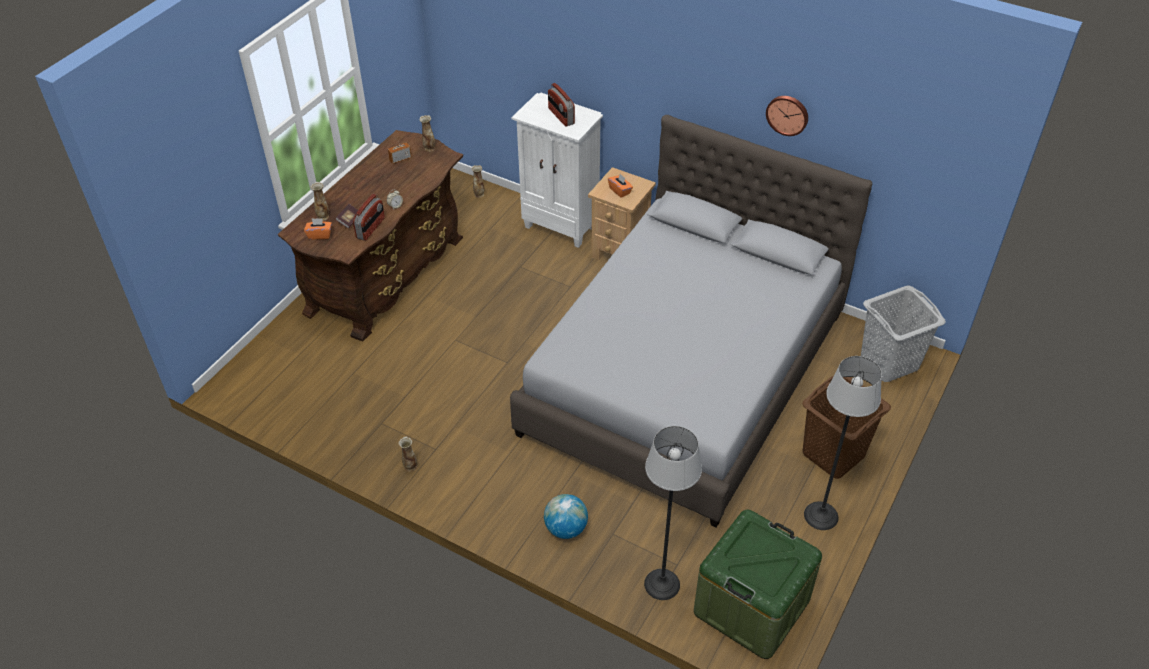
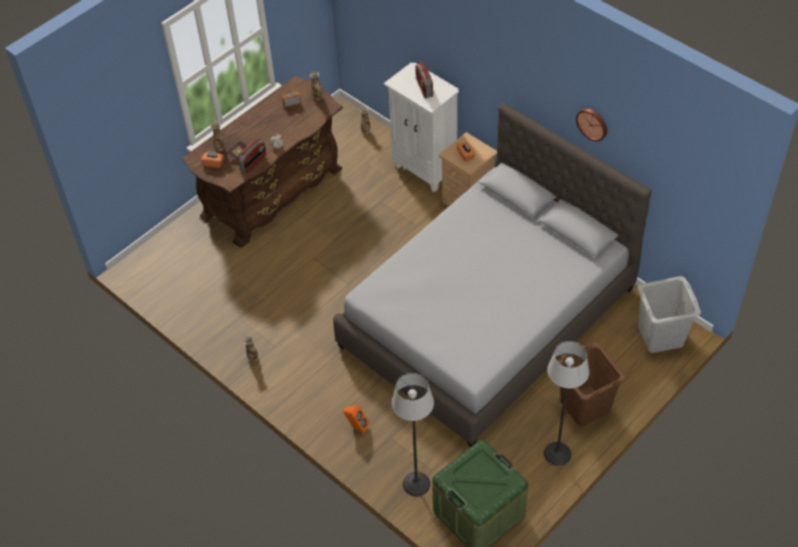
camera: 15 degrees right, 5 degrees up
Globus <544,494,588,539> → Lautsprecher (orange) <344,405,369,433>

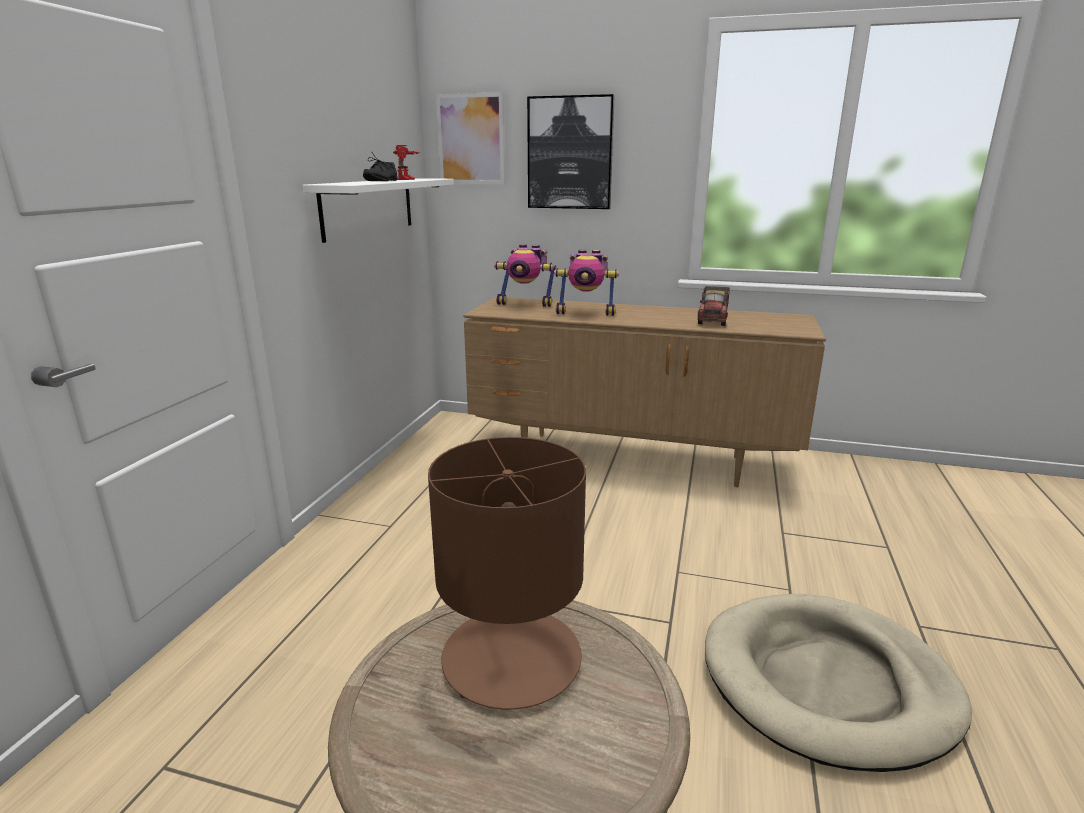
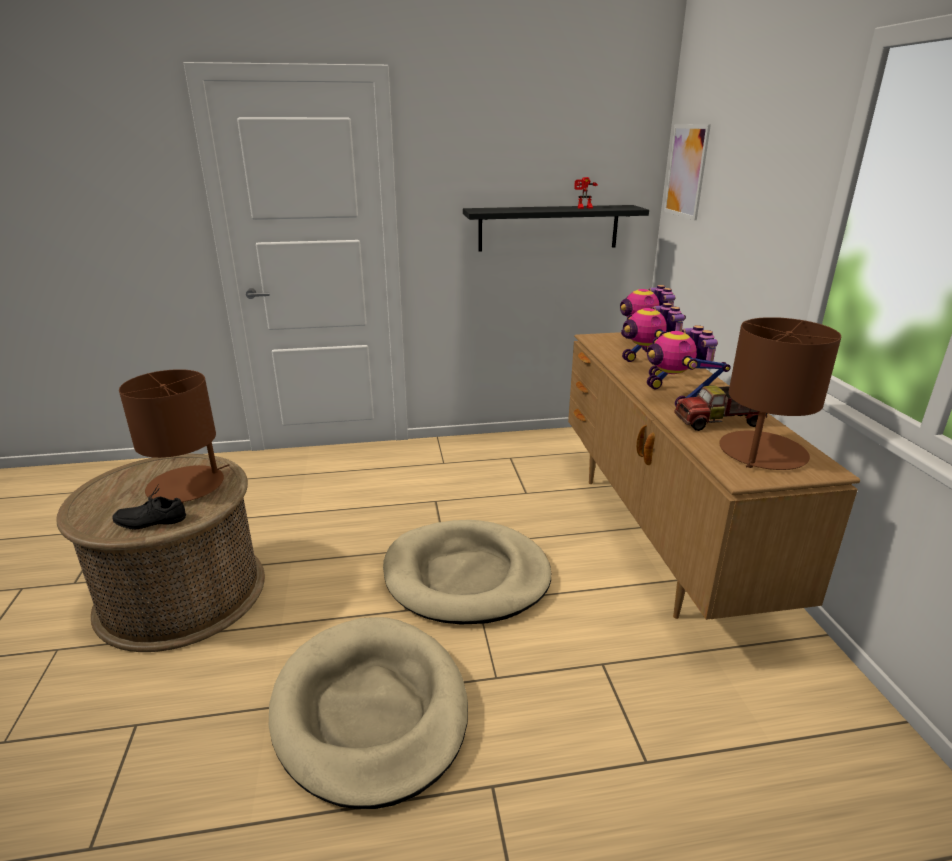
camera: 65 degrees right, 5 degrees up
Bild <527,94,615,209> → -
- → Hundebett (beige) <383,520,551,624>
- → Spielzeugroboter <647,325,731,406>
- → Tischlampe (braun) <719,317,841,470>
Schuh (schwarz) <363,154,398,181> → Schuh (schwarz) <112,484,186,530>, shifted
Wandregal (weiß) <302,178,454,243> → Wandregal (schwarz) <463,205,649,251>

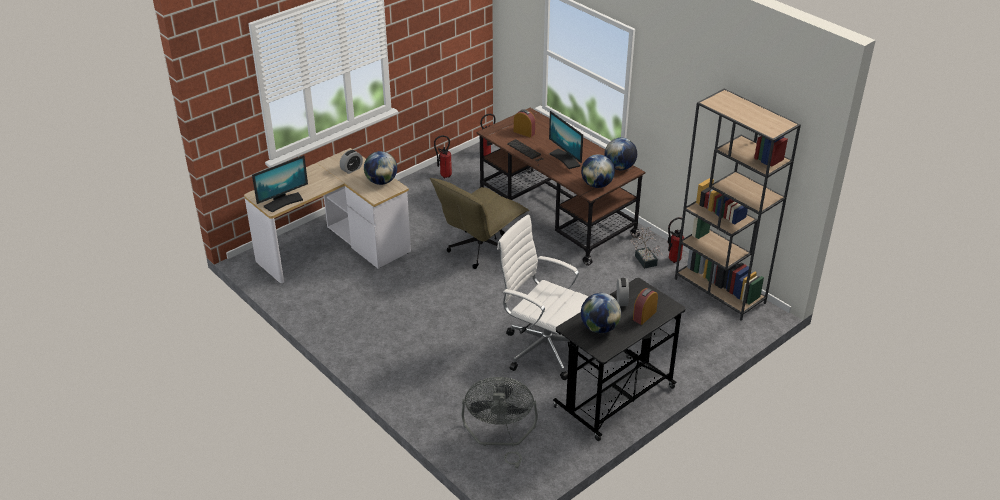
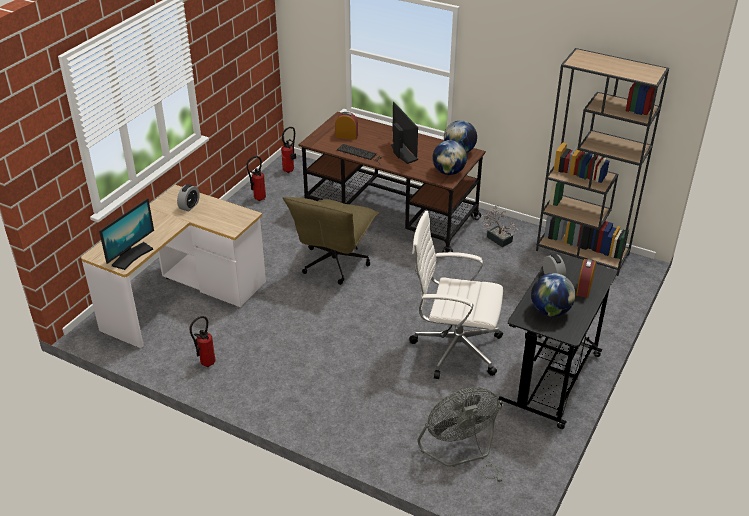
camera: 20 degrees left, 0 degrees up
Globus <364,151,397,185> → -
Feuerlöscher <668,217,684,263> → Feuerlöscher <190,316,216,367>, shifted
Monitor <549,111,583,169> → Monitor <391,102,418,164>, 150 degrees counterclockwise

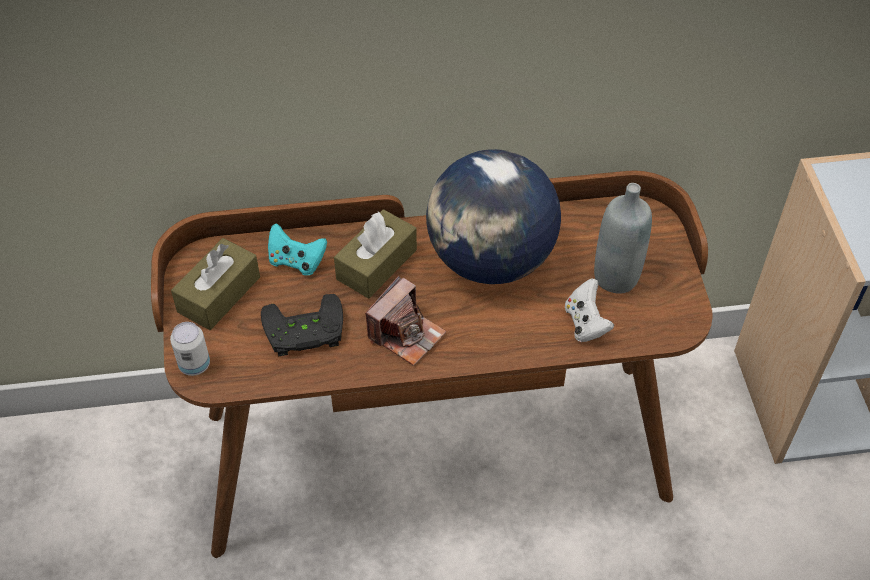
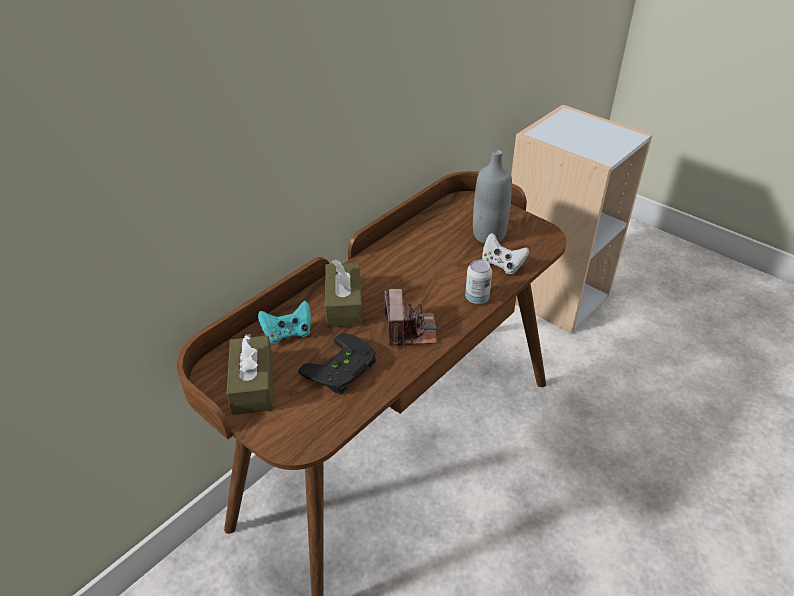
camera: 40 degrees left, 10 degrees down
Globus <426,149,561,284> → -
Dose <170,322,210,376> → Dose <465,260,492,304>, shifted

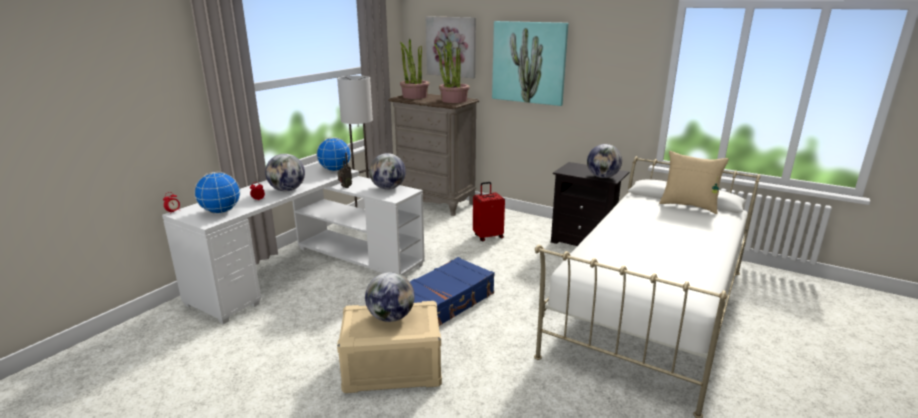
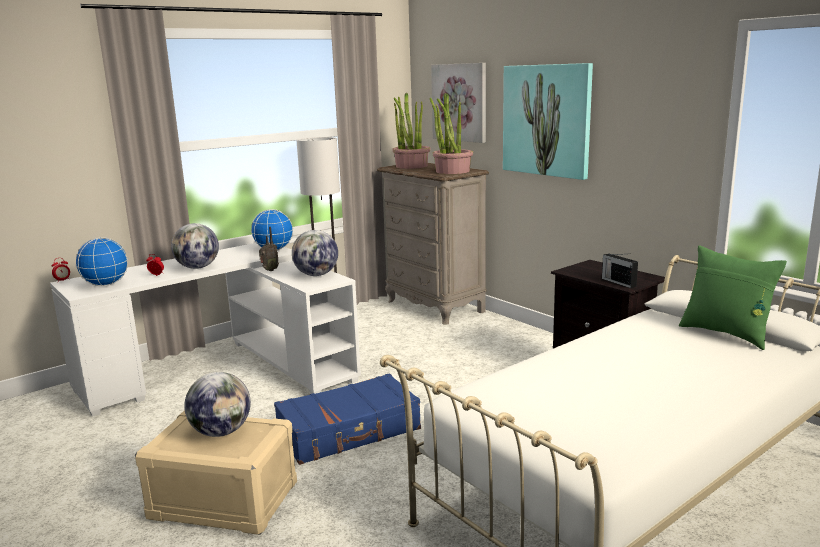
camera: 20 degrees right, 5 degrees down
Koffer (rot) <473,182,505,241> → -
Globus <587,144,622,178> → Radio <602,253,638,288>
Kissen (beige) <659,151,729,214> → Kissen (grün) <679,245,787,350>

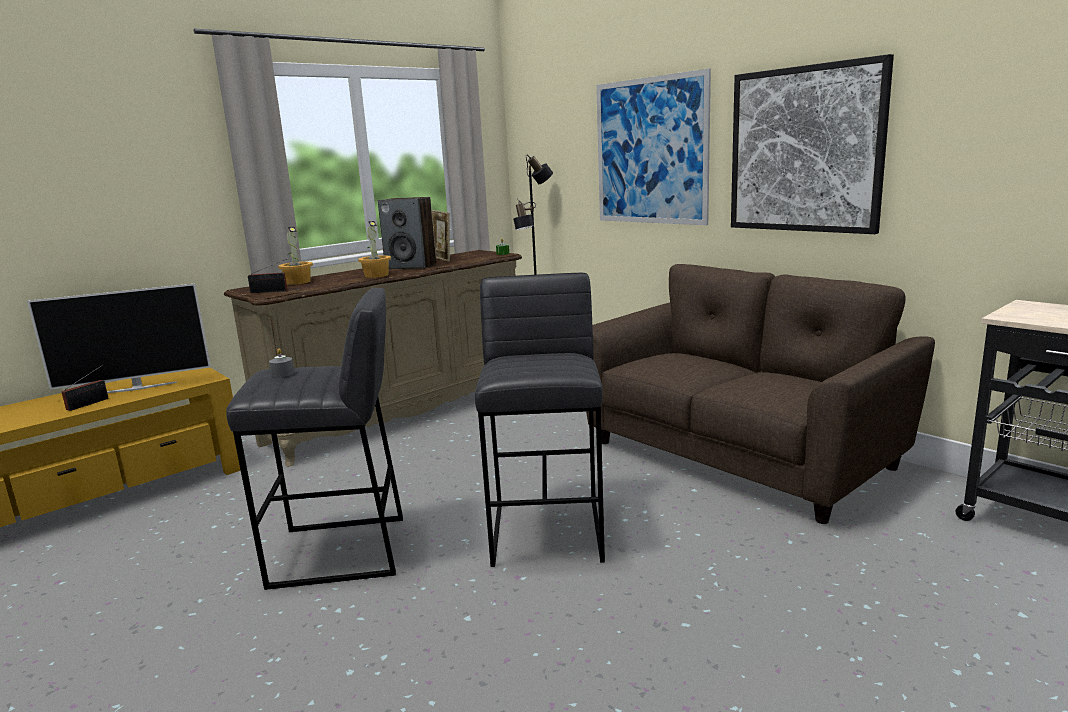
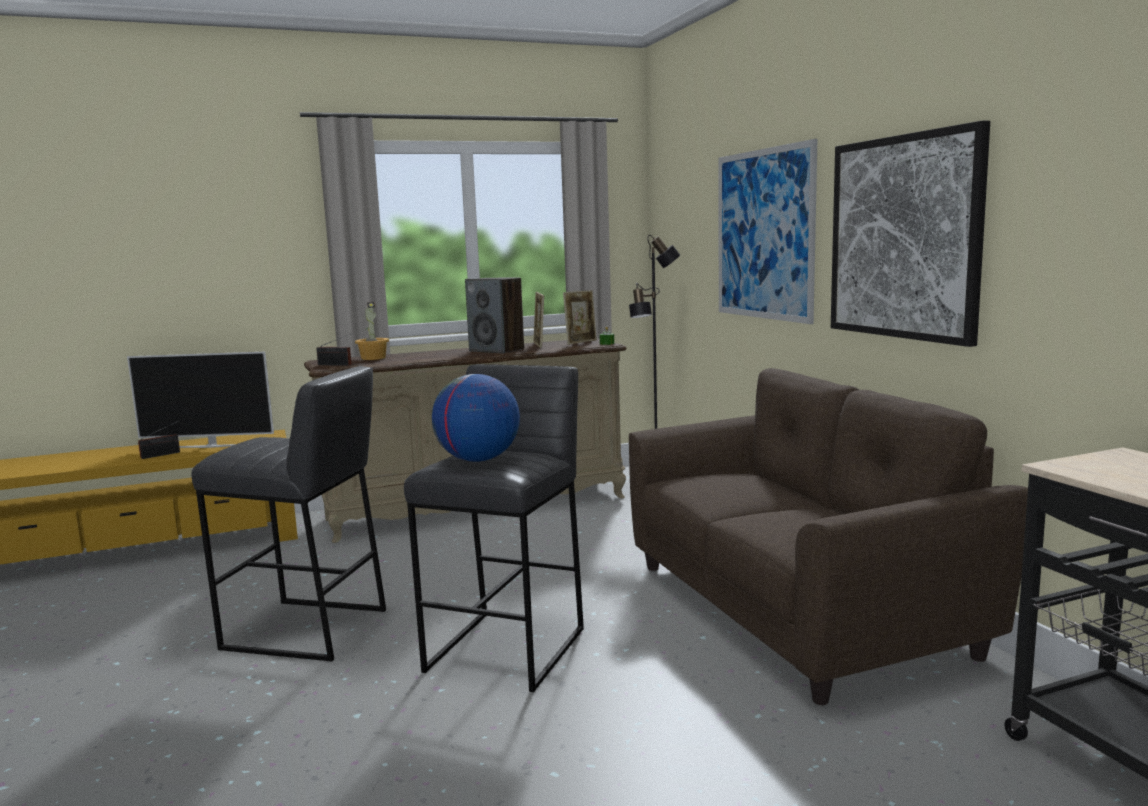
camera: 20 degrees right, 5 degrees down
Kerze (grau) <269,349,294,377> → -
Topfpflanze <358,221,391,278> → -
- → Globus <432,374,520,462>
- → Bilderrahmen <563,290,597,345>

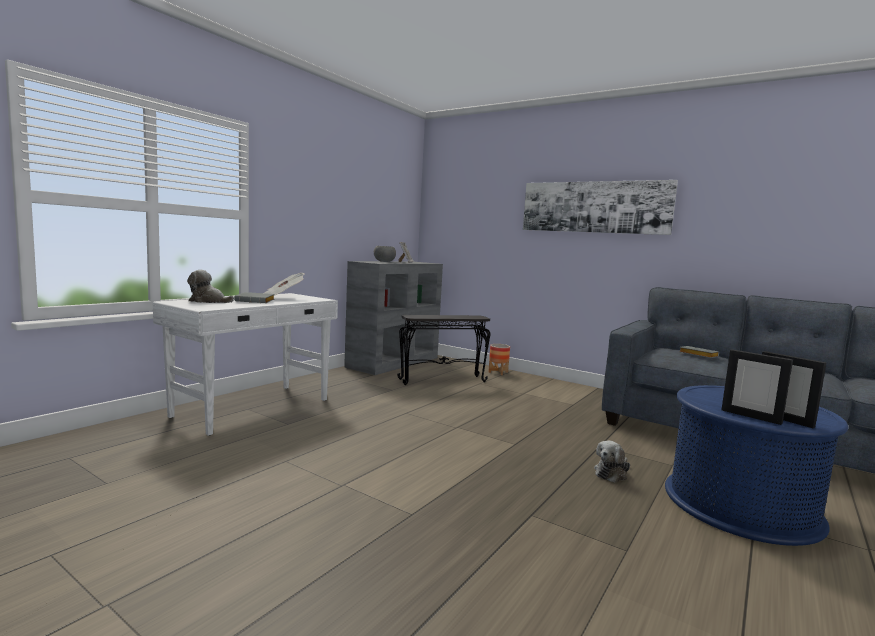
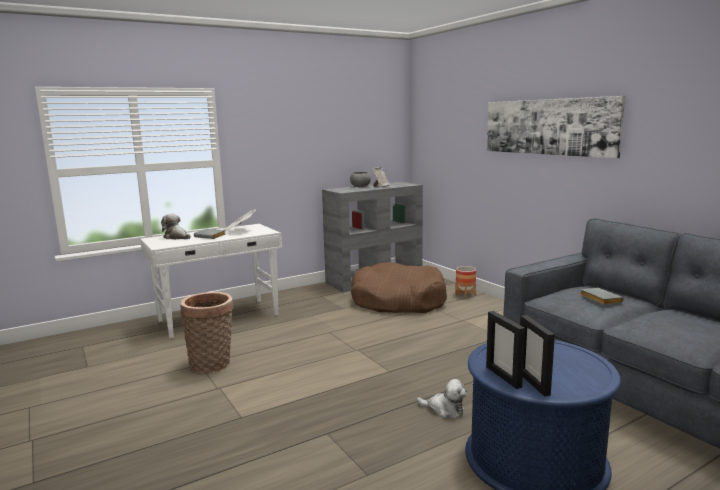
camera: 25 degrees right, 5 degrees up
- → Korb <180,292,233,374>
Beistelltisch (schwarz) <397,315,490,385> → Hundebett (braun) <351,262,447,313>
Plüschtier <594,441,630,483> → Plüschtier <417,379,467,419>, 135 degrees counterclockwise

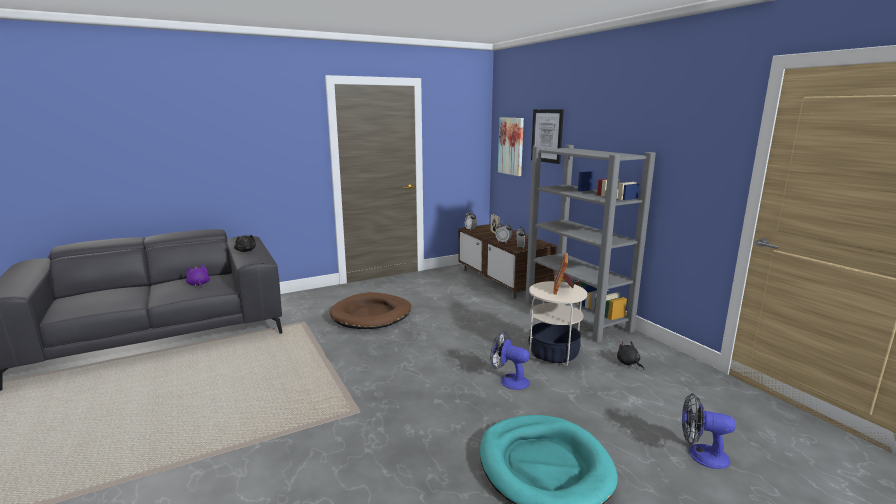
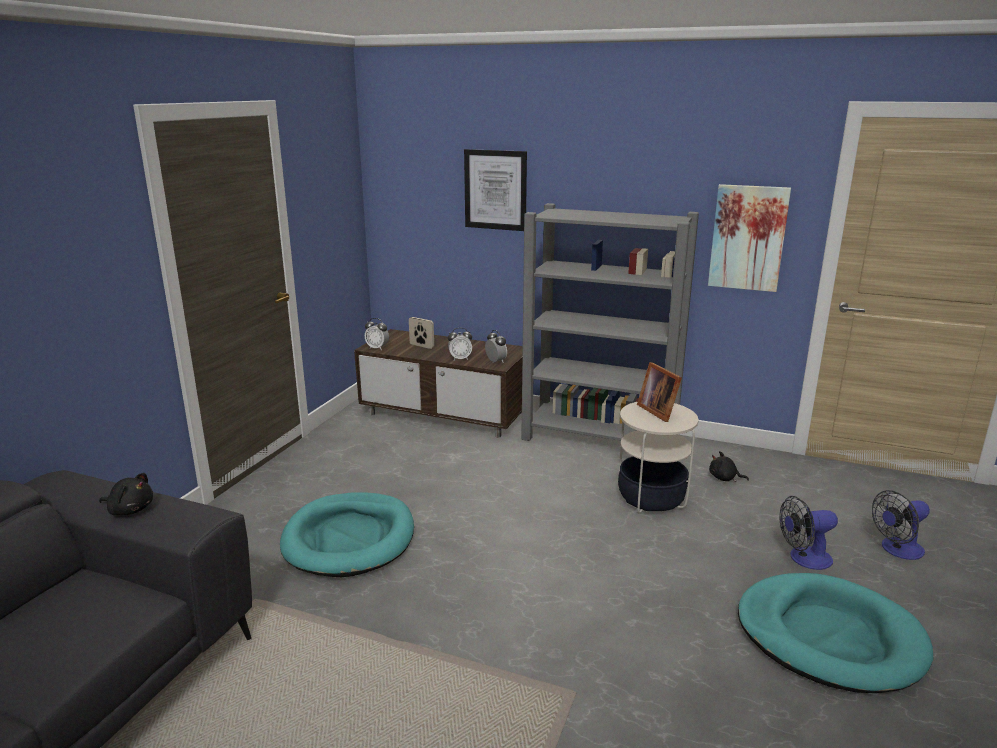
camera: 40 degrees left, 5 degrees up
Plüschtier (lila) <186,265,210,288> → -
Ventilator <490,331,530,390> → Ventilator <779,496,838,570>, shifted
Bild <498,117,524,176> → Bild <708,184,791,292>, shifted
Hundebett (braun) <329,292,411,329> → Hundebett (türkis) <280,492,414,577>

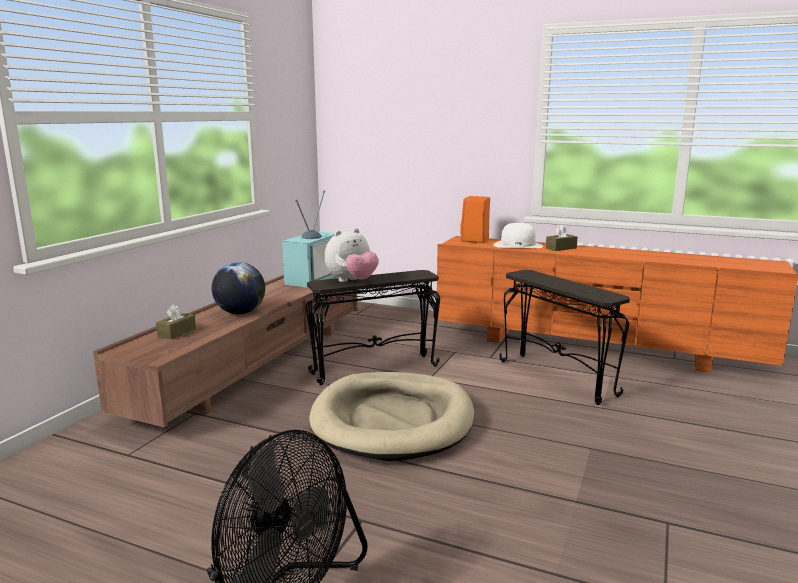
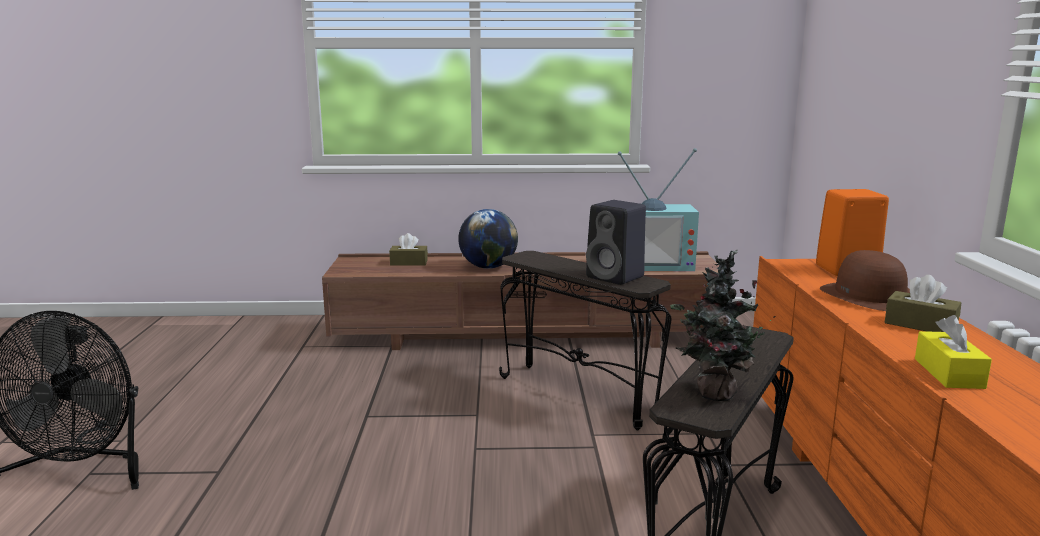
camera: 65 degrees right, 0 degrees up
Hundebett (beige) <309,372,474,461> → -
Plüschtier <325,228,379,282> → -
- → Lautsprecher (schwarz) <586,200,646,285>
- → Topfpflanze <670,250,775,401>
- → Taschentuchbox (gelb) <915,315,992,389>
Hut (weiß) <493,223,543,248> → Hut (braun) <820,250,910,311>

